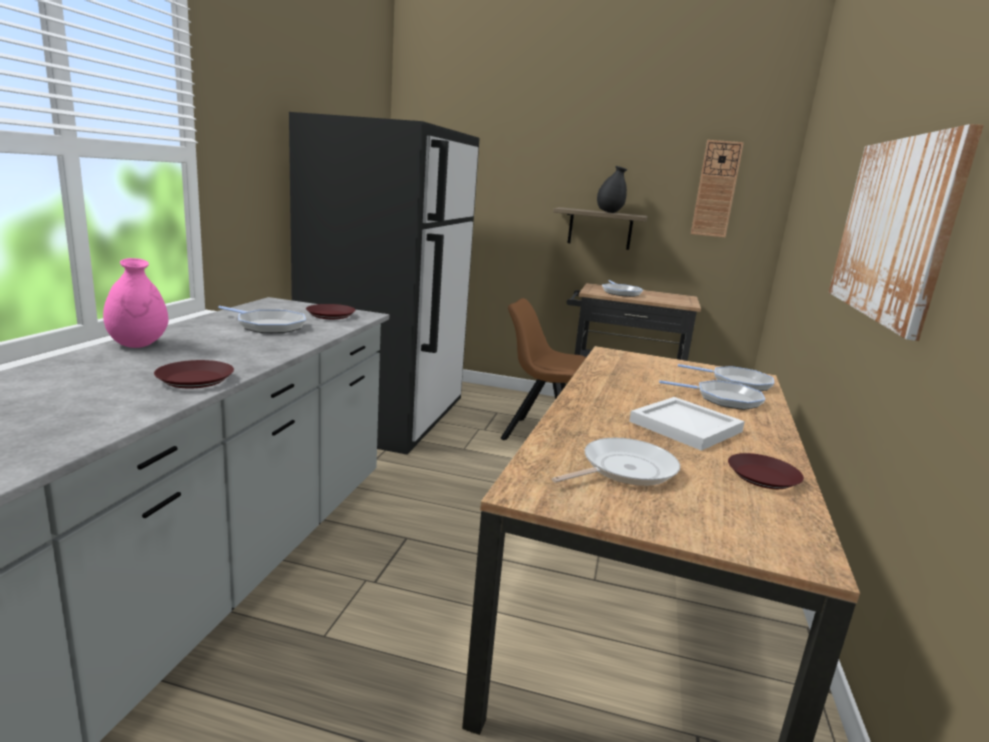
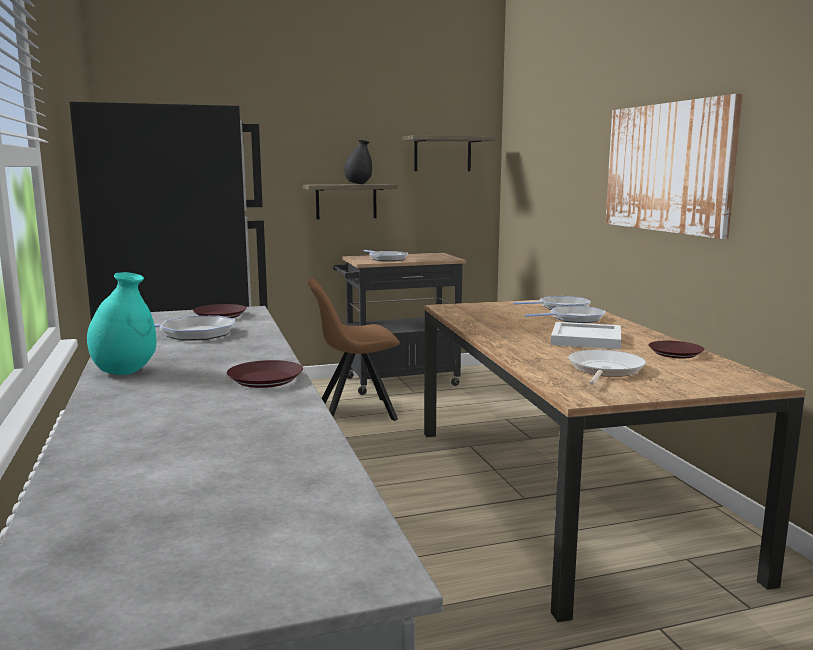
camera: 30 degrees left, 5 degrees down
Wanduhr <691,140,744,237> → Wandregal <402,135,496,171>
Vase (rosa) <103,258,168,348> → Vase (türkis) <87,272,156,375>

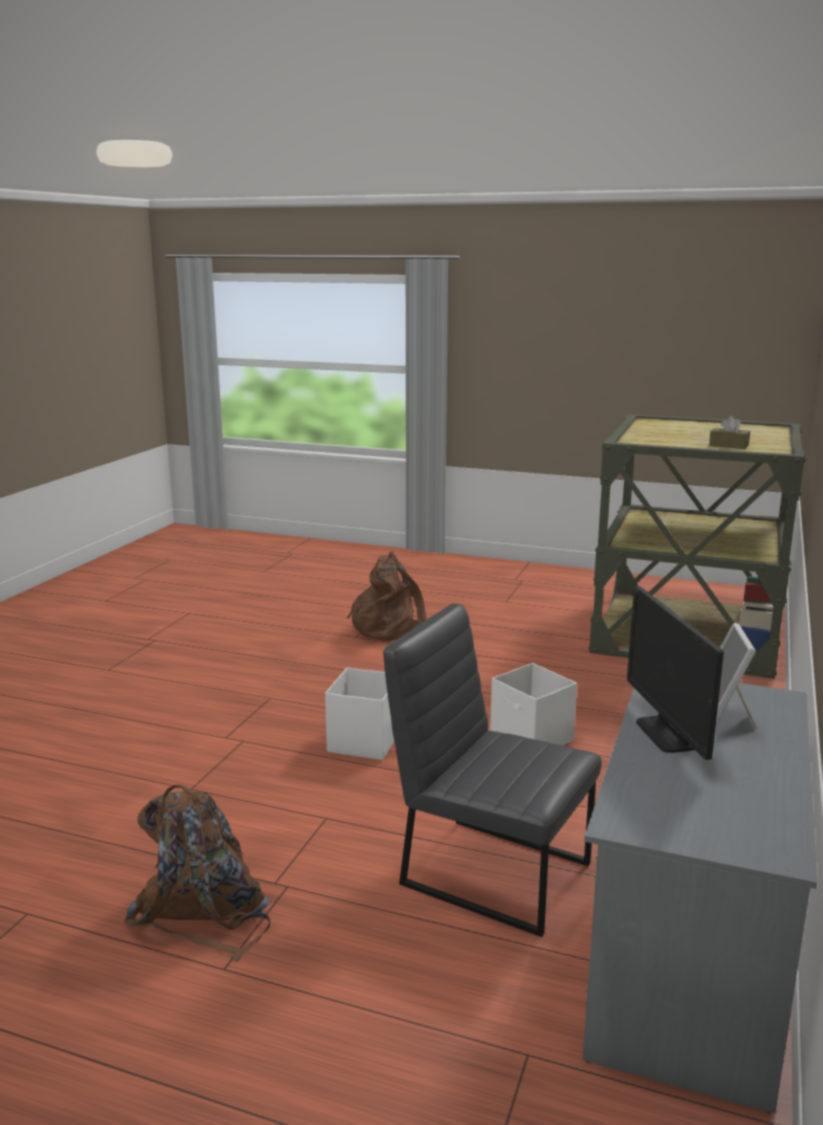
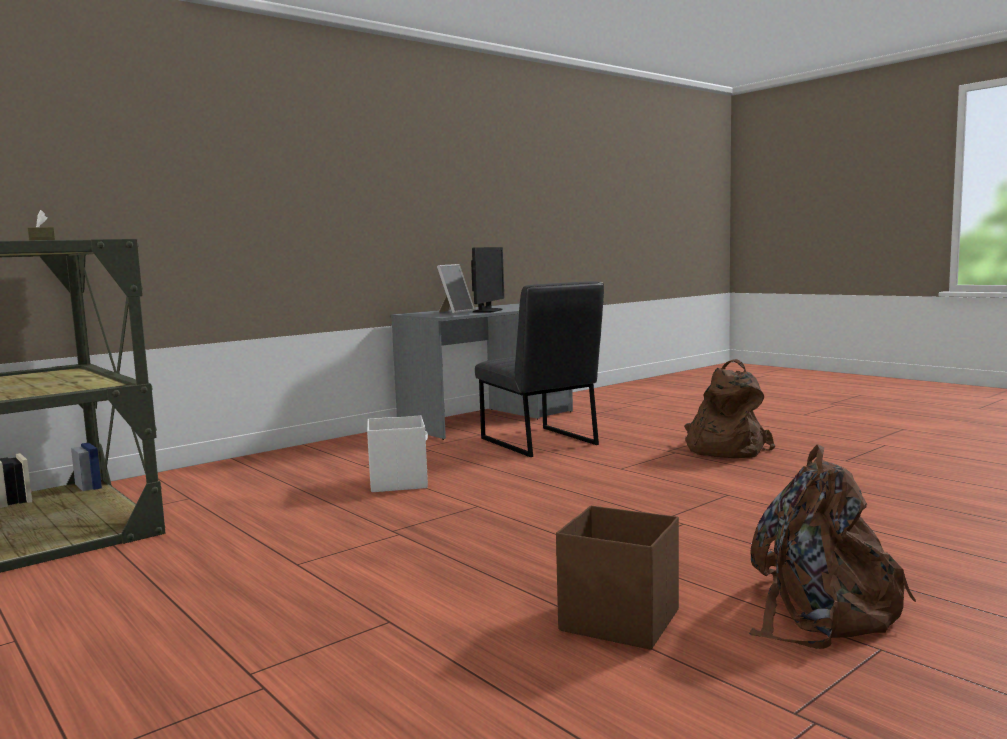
camera: 150 degrees left, 10 degrees down
Aufbewahrungsbox (weiß) <325,667,394,760> → -
- → Aufbewahrungsbox (braun) <556,506,679,650>
Rucksack (braun) <347,551,426,641> → Rucksack (braun) <749,444,916,649>, shifted

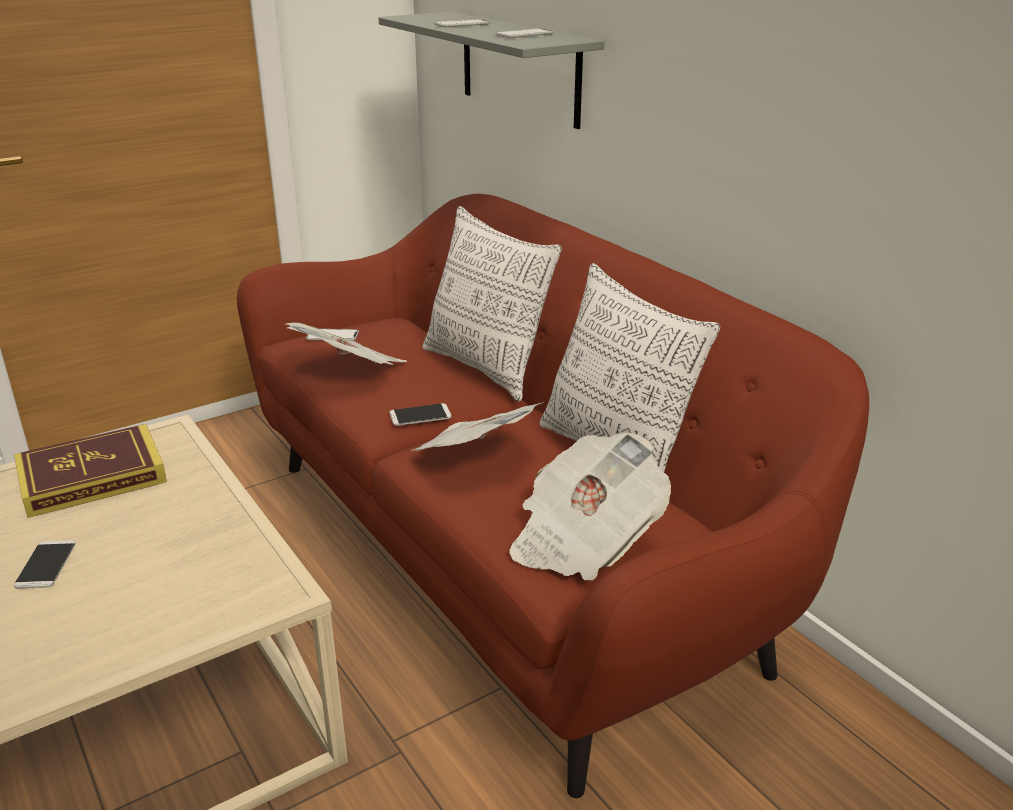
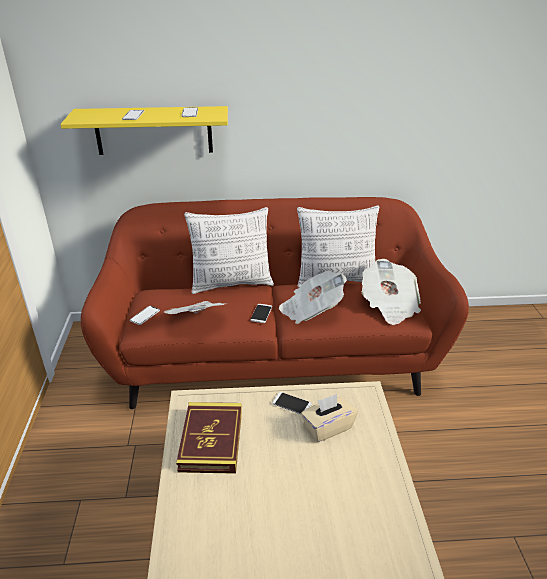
camera: 60 degrees left, 5 degrees up
- → Taschentuchbox (beige) <301,394,358,442>
Handy <14,540,76,589> → Handy <272,392,312,414>, shifted
Wandregal (grau) <378,12,604,129> → Wandregal (gelb) <60,106,228,155>

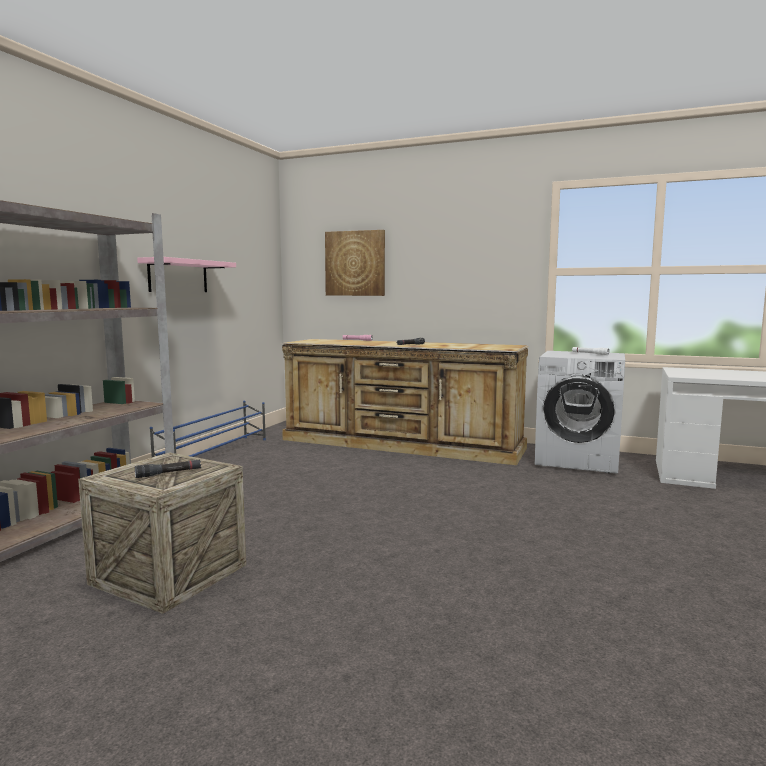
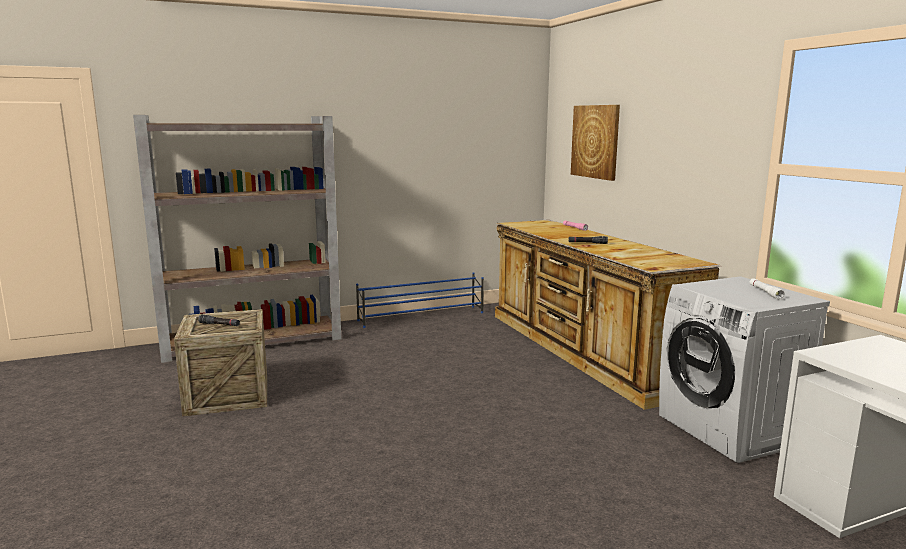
camera: 45 degrees right, 5 degrees up
Wandregal (rosa) <137,257,236,292> → -

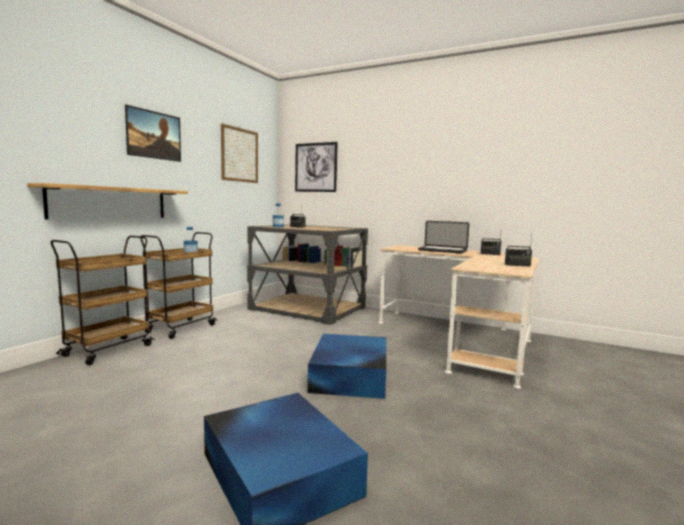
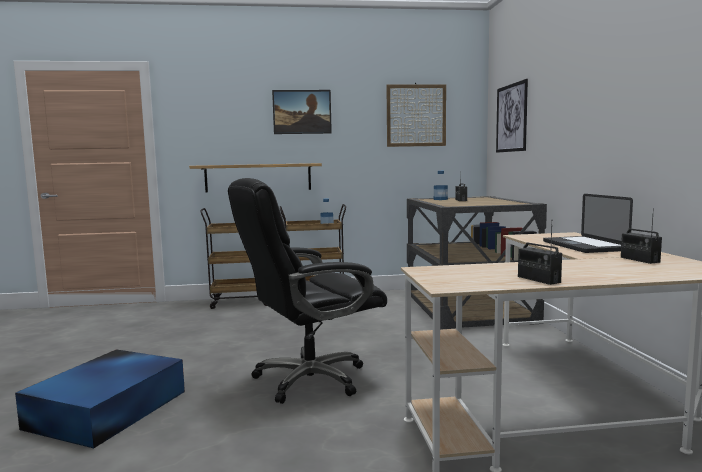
camera: 55 degrees right, 0 degrees up
Aufbewahrungsbox (blau) <308,334,386,399> → Bürostuhl (schwarz) <228,178,387,404>

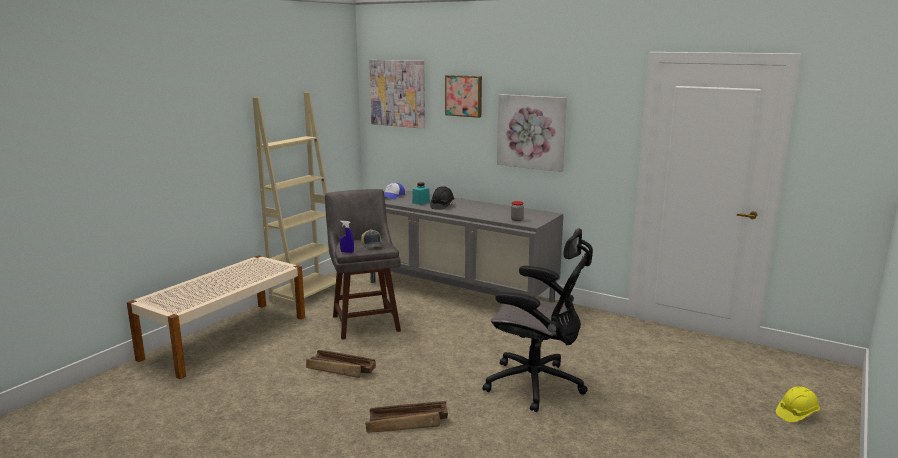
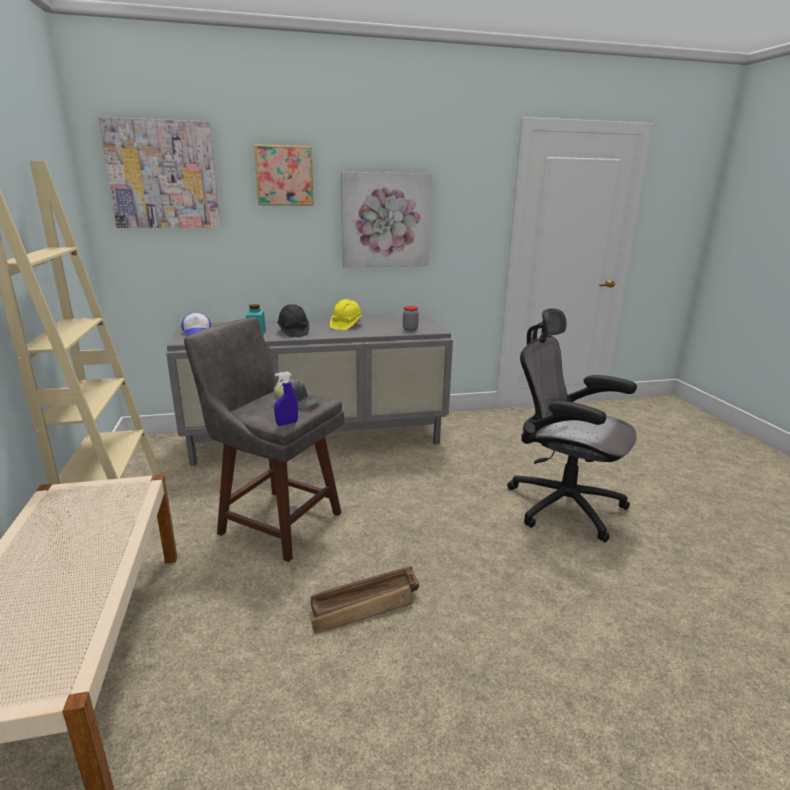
camera: 45 degrees left, 5 degrees up
Kiste <365,401,448,433> → -
Schutzhelm (gelb) <776,386,820,422> → Schutzhelm (gelb) <330,299,362,330>, shifted
Bürostuhl <483,229,593,412> → Bürostuhl <507,308,637,542>, 120 degrees counterclockwise

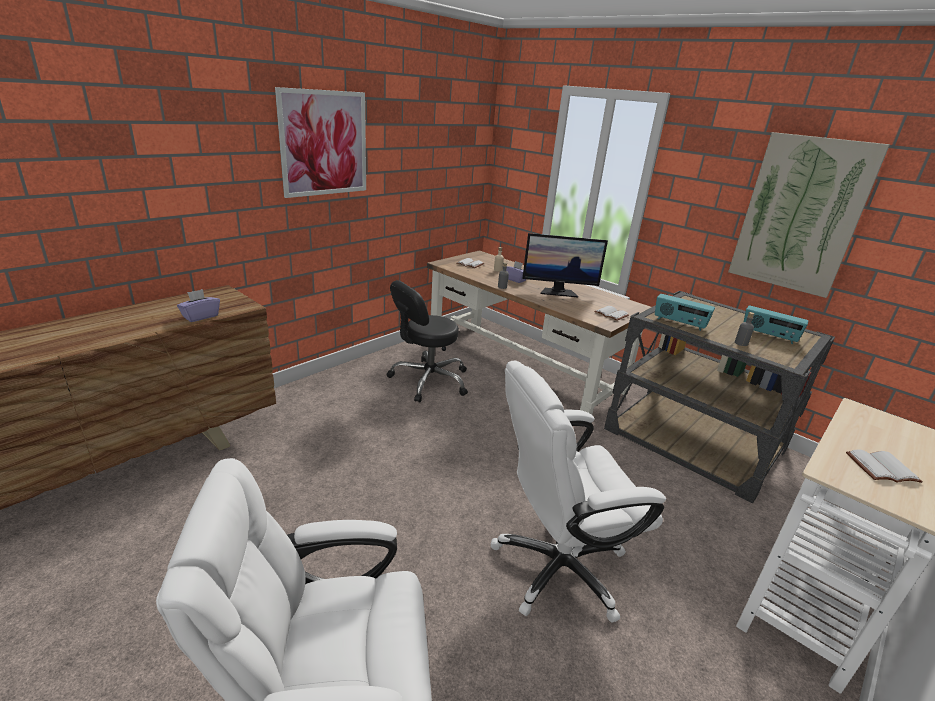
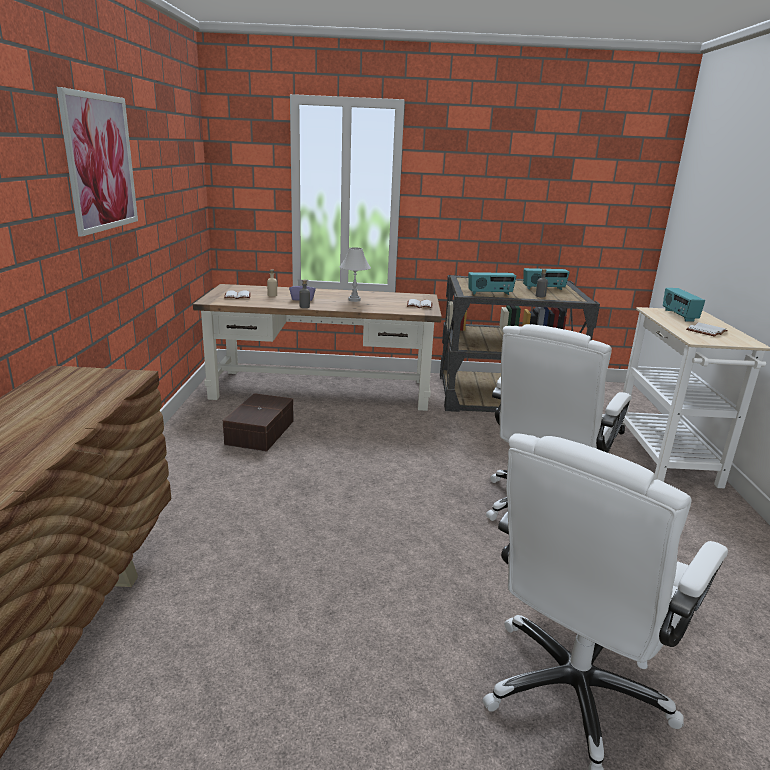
camera: 40 degrees left, 5 degrees down
Taschentuchbox (lila) <177,289,220,322> → -
Bild <728,132,890,298> → -
- → Radio <663,288,705,321>
Bürostuhl (schwarz) <386,280,468,403> → Aufbewahrungsbox (braun) <223,393,294,452>
Monitor <522,233,608,297> → Tischlampe (weiß) <340,247,371,302>

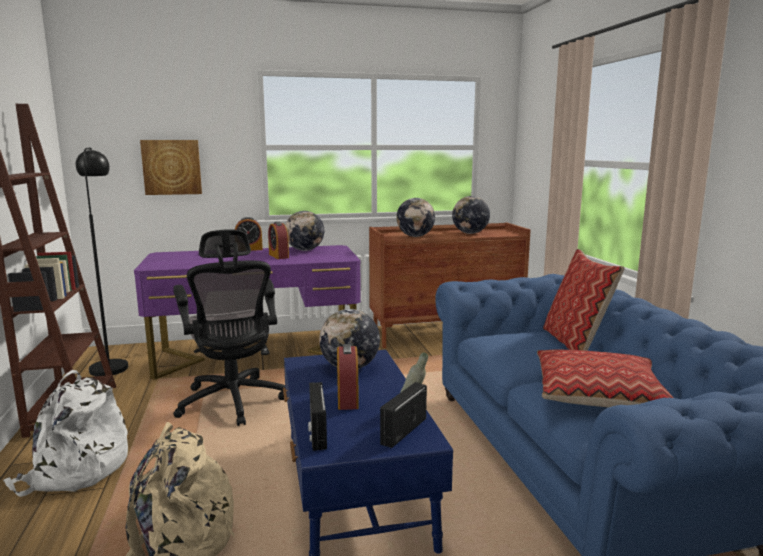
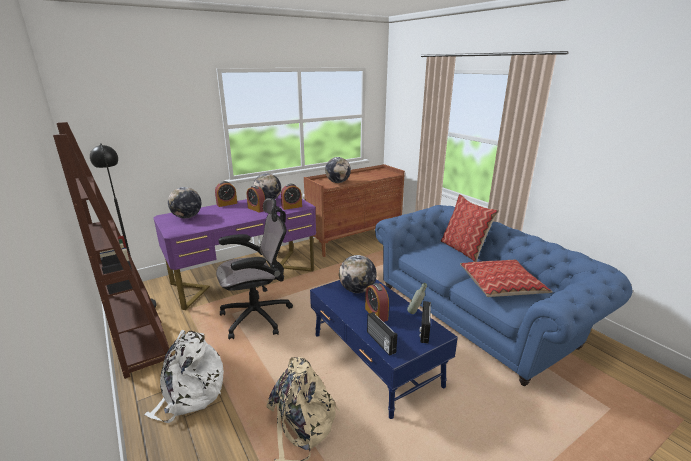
camera: 20 degrees left, 10 degrees up
Bild <140,140,202,195> → -
- → Wecker <281,184,302,210>
Globus <452,196,490,234> → Globus <168,187,201,218>, shifted
Bürostuhl <173,229,285,426> → Bürostuhl <216,198,293,339>, 75 degrees counterclockwise

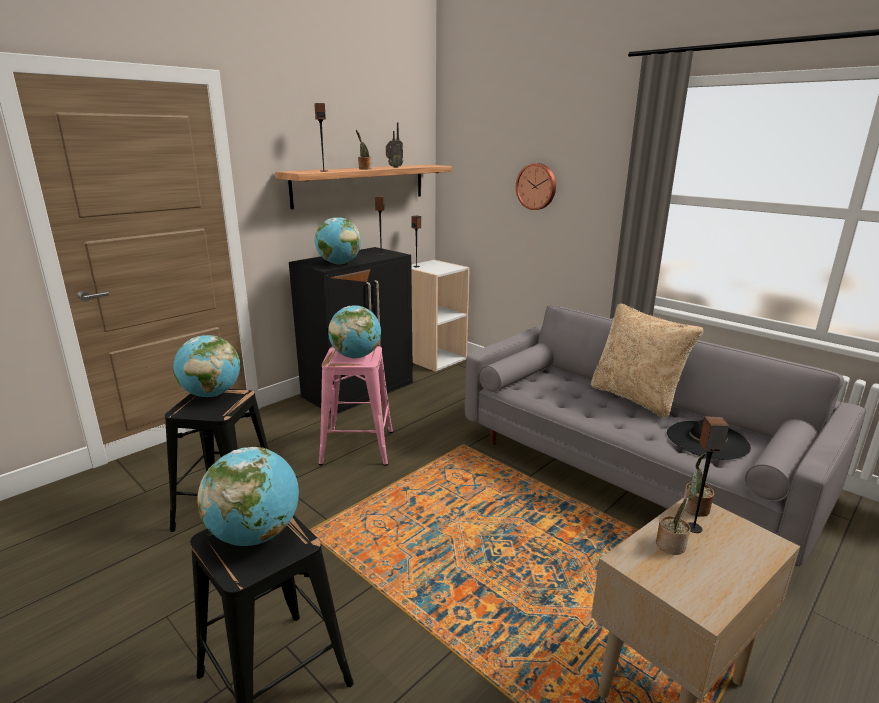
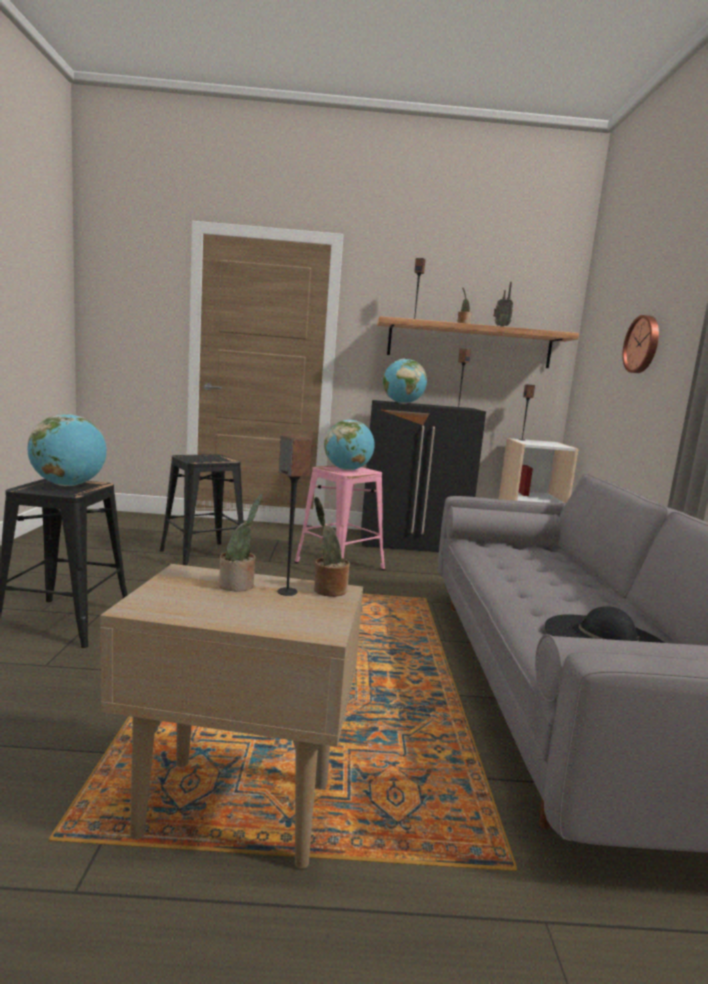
camera: 45 degrees right, 10 degrees down
Globus <173,335,240,397> → -
Kissen (beige) <591,304,704,417> → -

